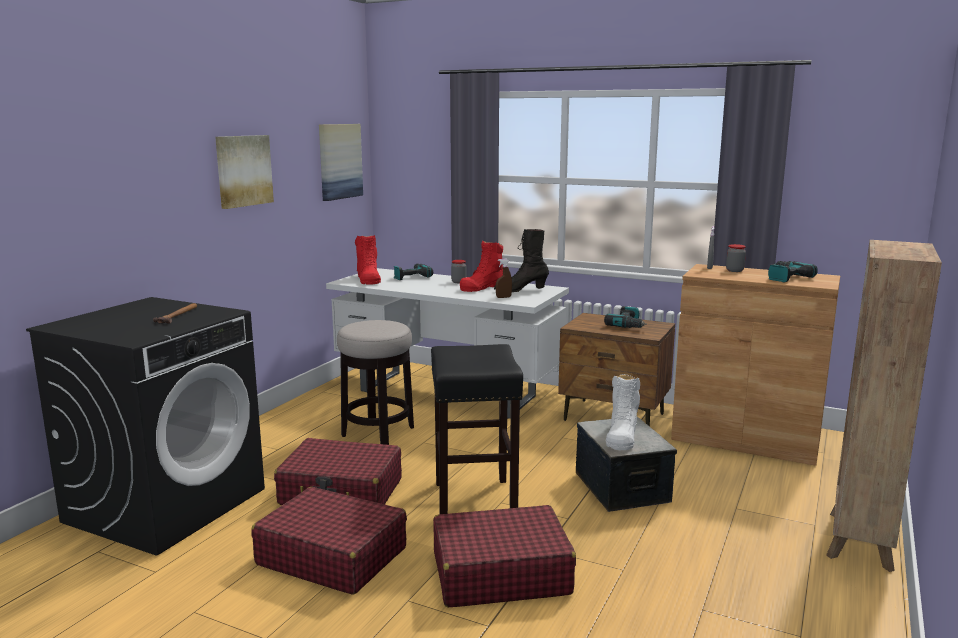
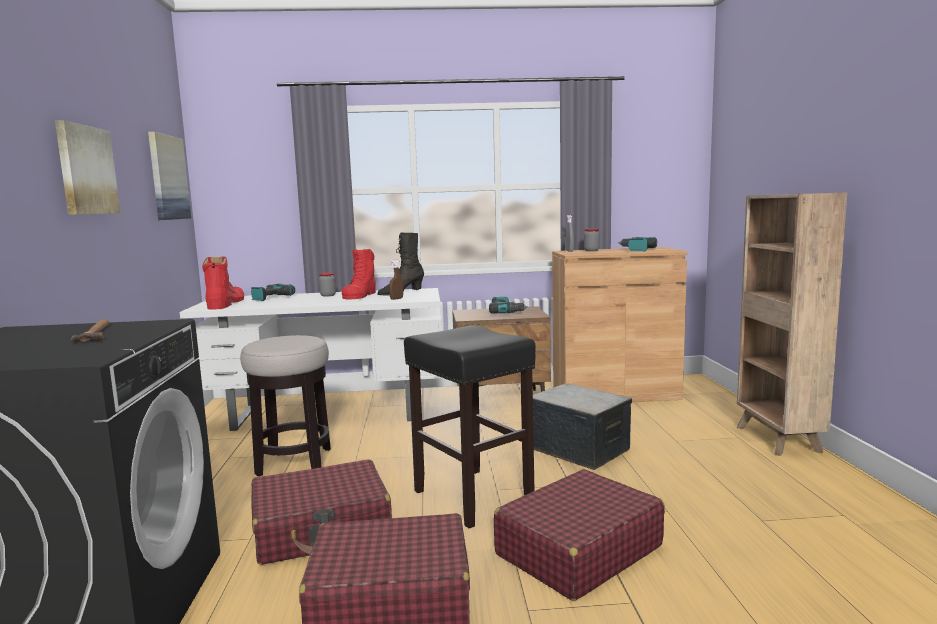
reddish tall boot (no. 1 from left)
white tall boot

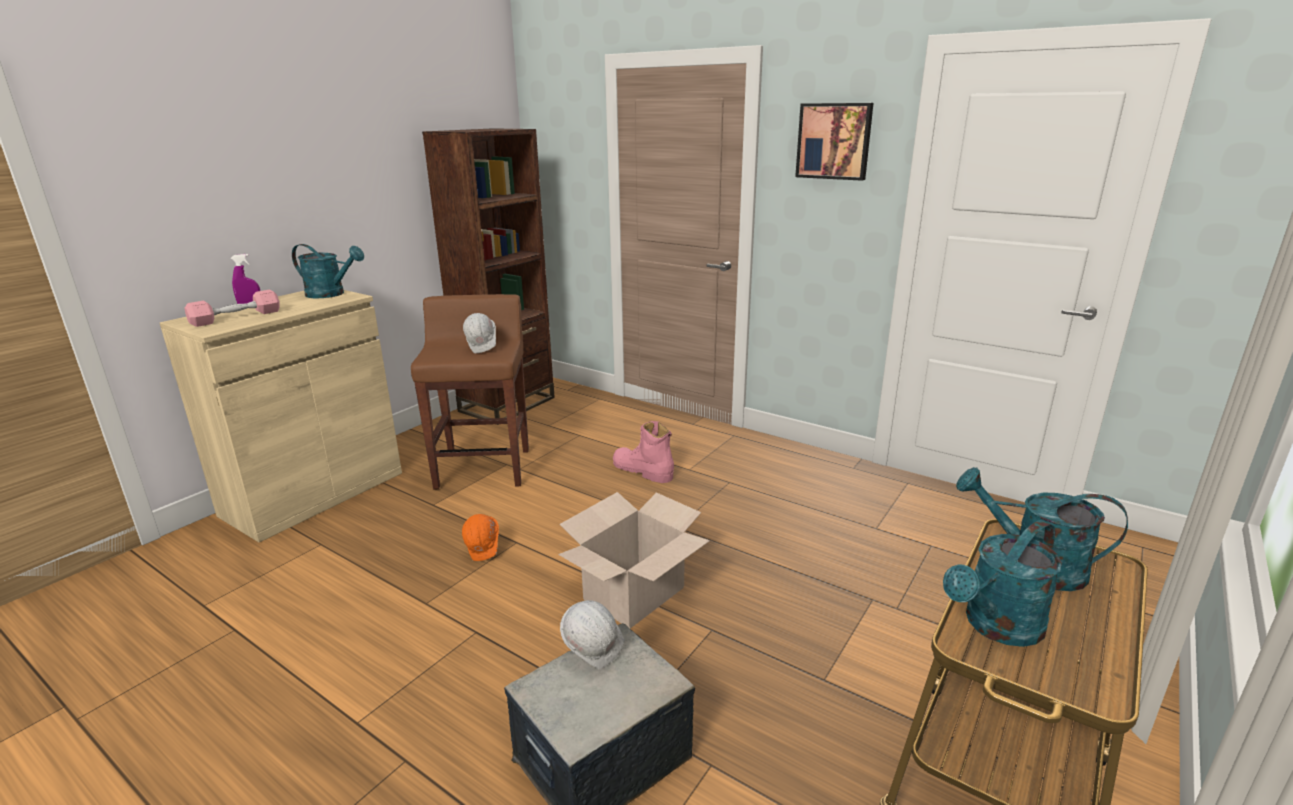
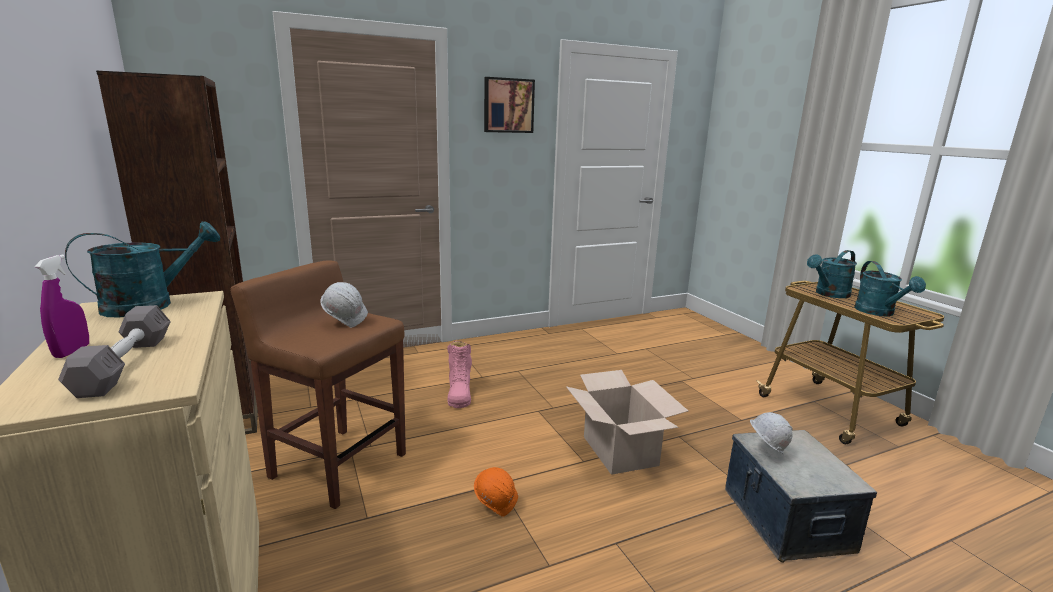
gray hand weight
pinkish tall boot

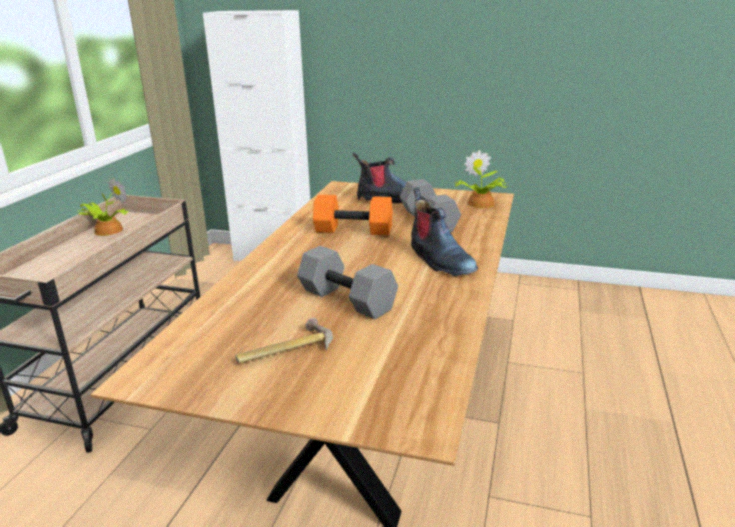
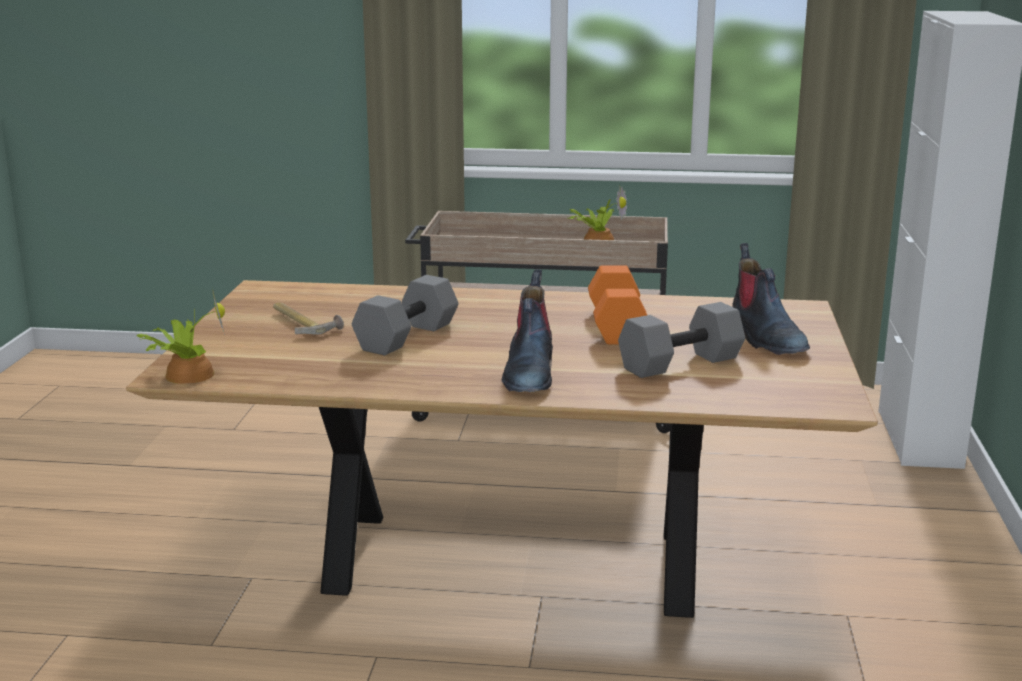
tall boot (no. 1 from left)
plant in a pot (no. 1 from left)

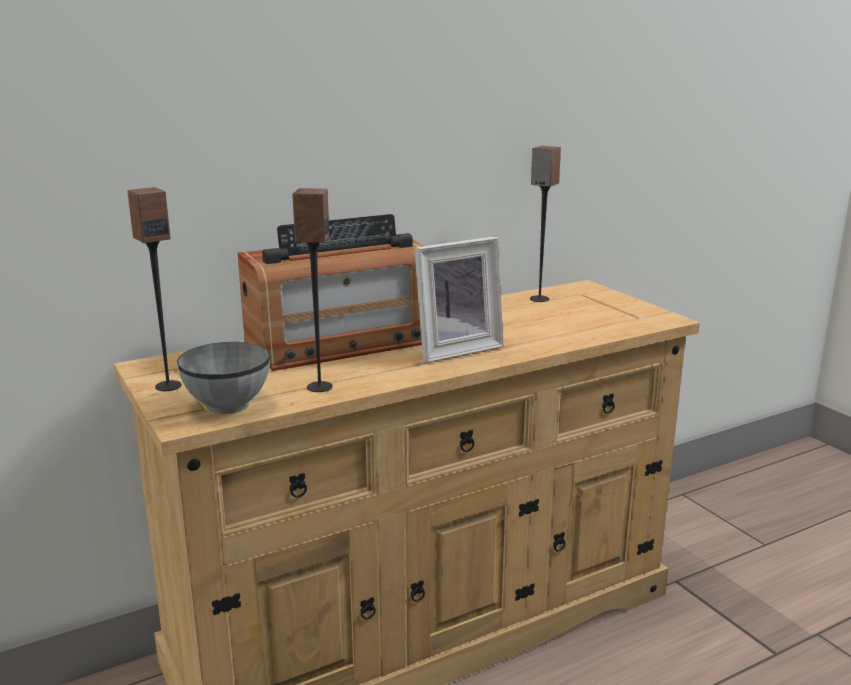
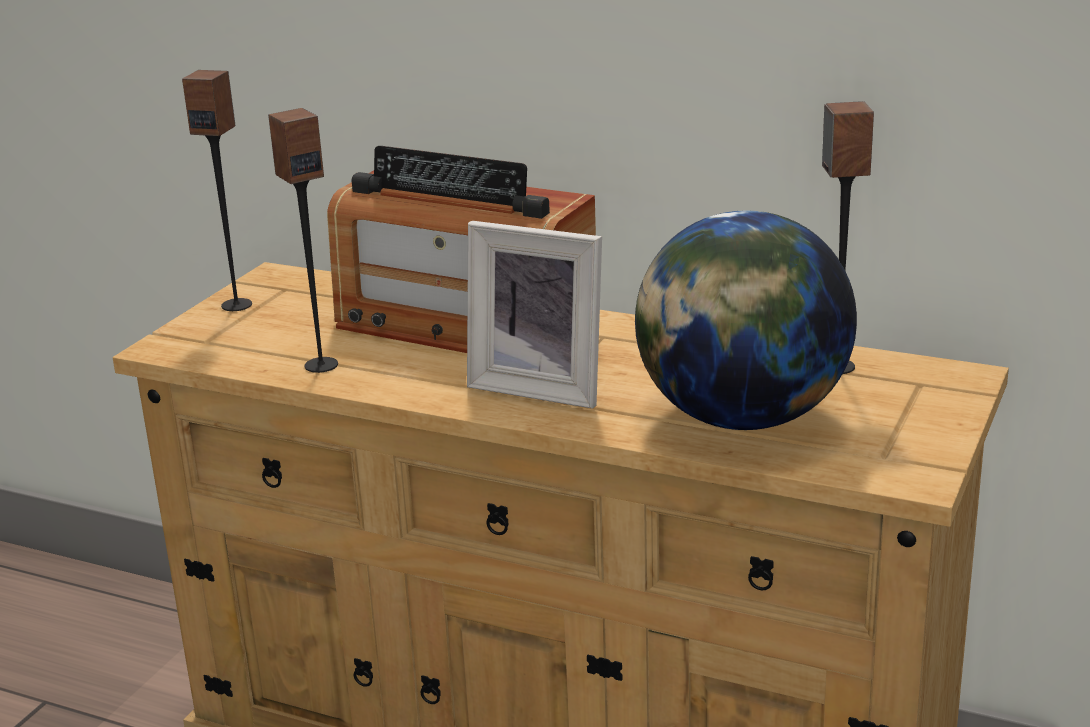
gray bowl
desk globe

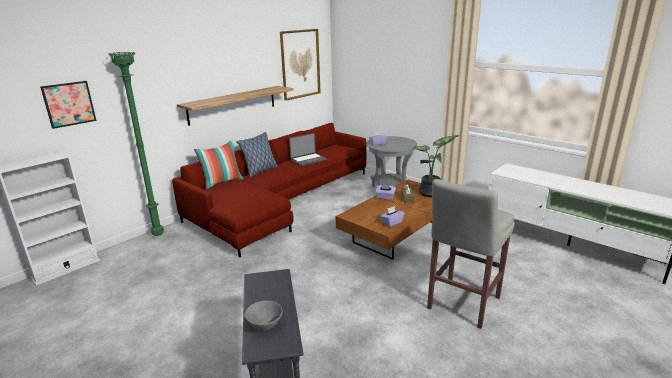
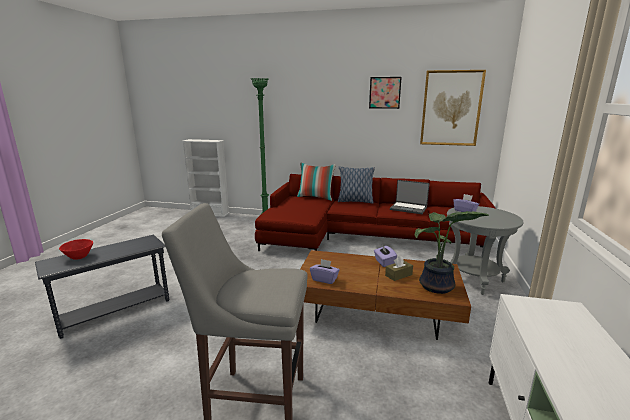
wall picture (no. 1 from left)
bracket shelf
reddish bowl

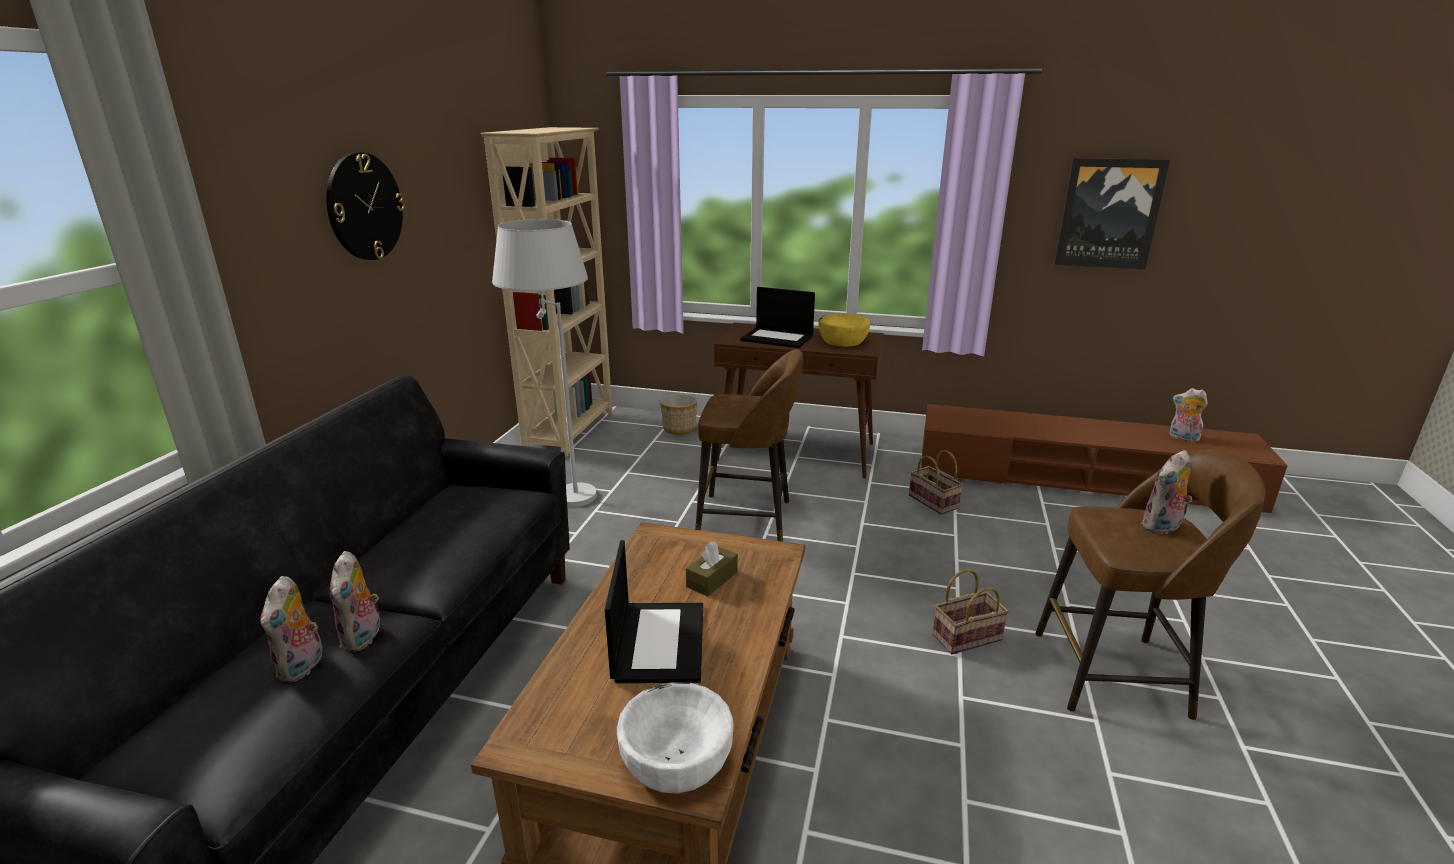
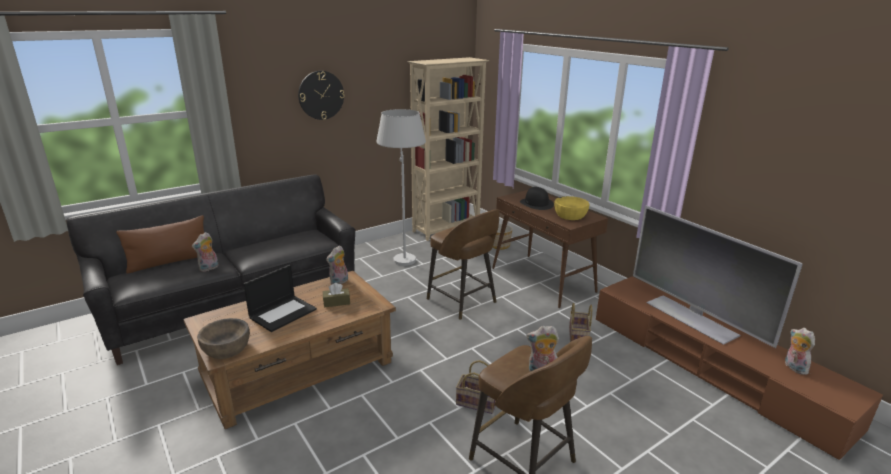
cuddly toy (no. 2 from left)
brownish bowl
black hat
wall picture
brownish throw pillow
television

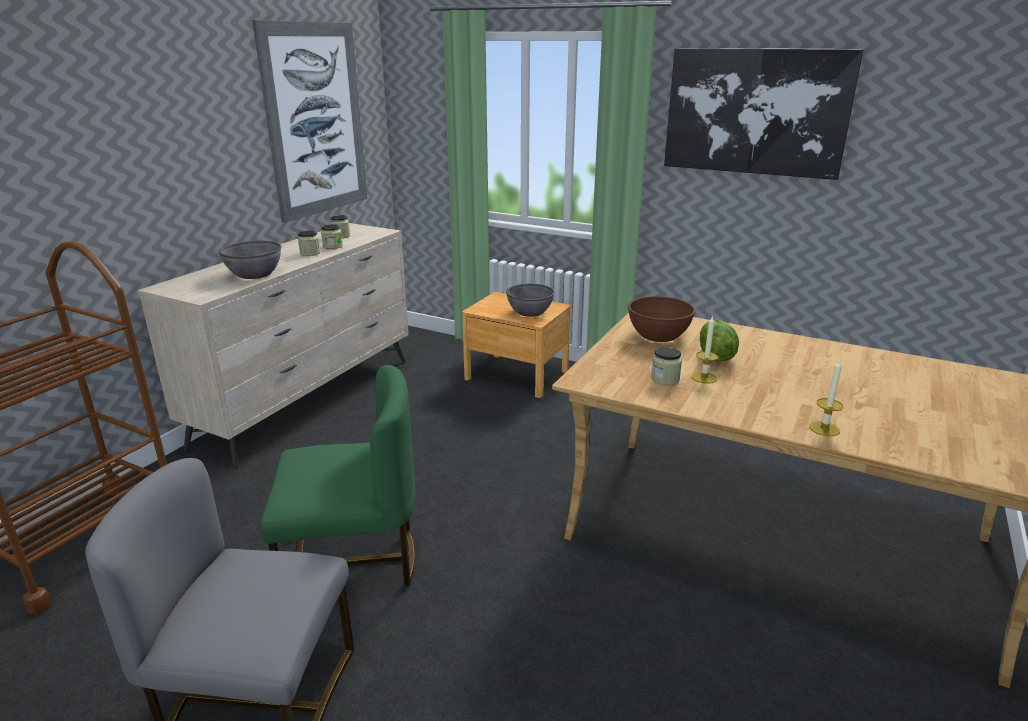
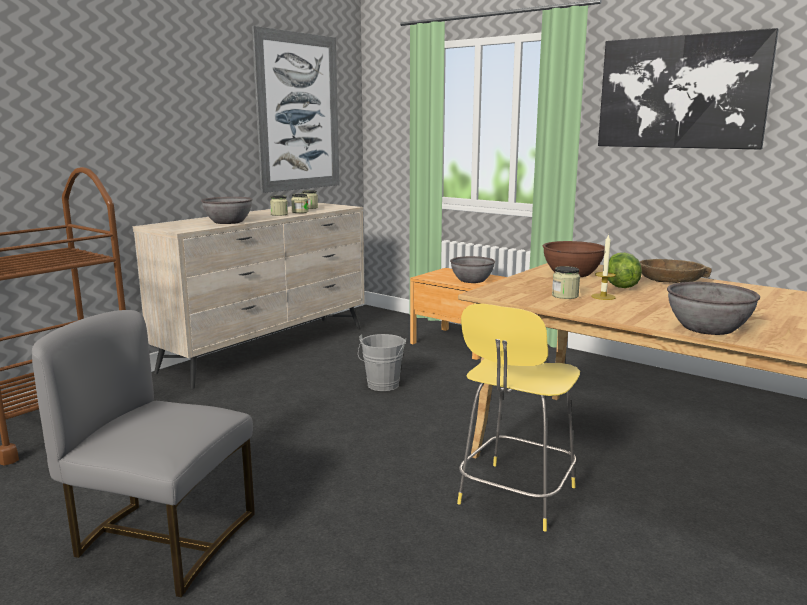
green chair
gray bowl (no. 3 from left)
gray water bucket
yellow stool
brownish bowl (no. 2 from left)

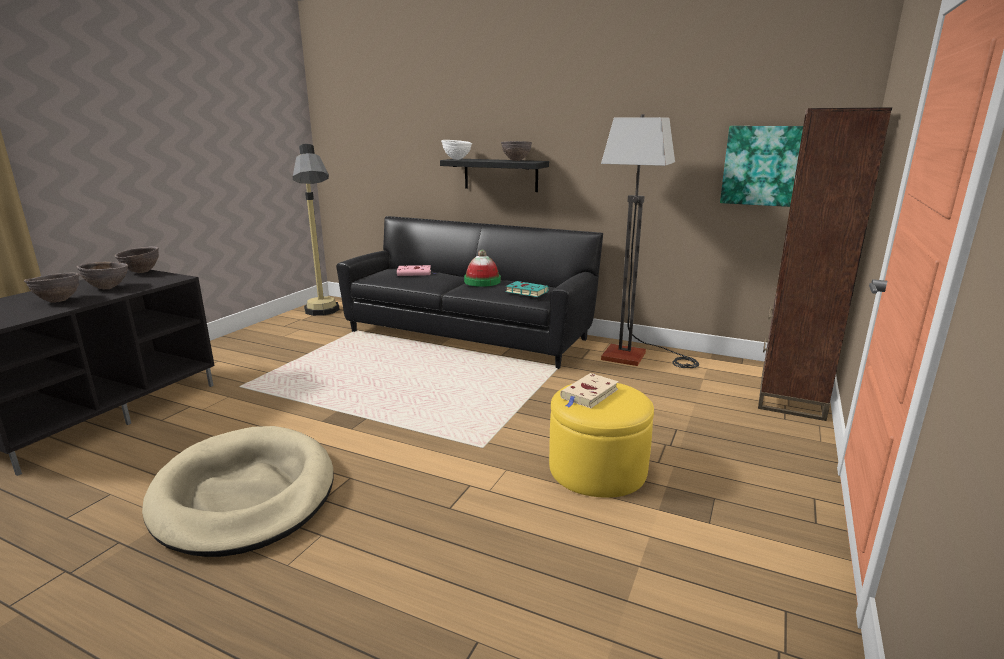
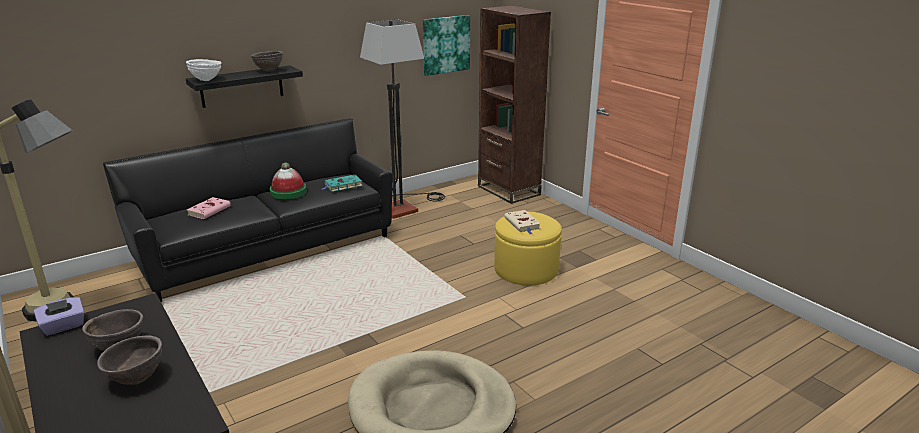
purple-coloured tissue holder

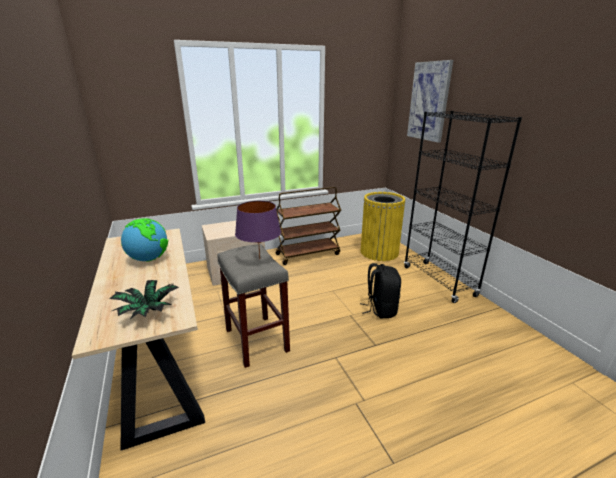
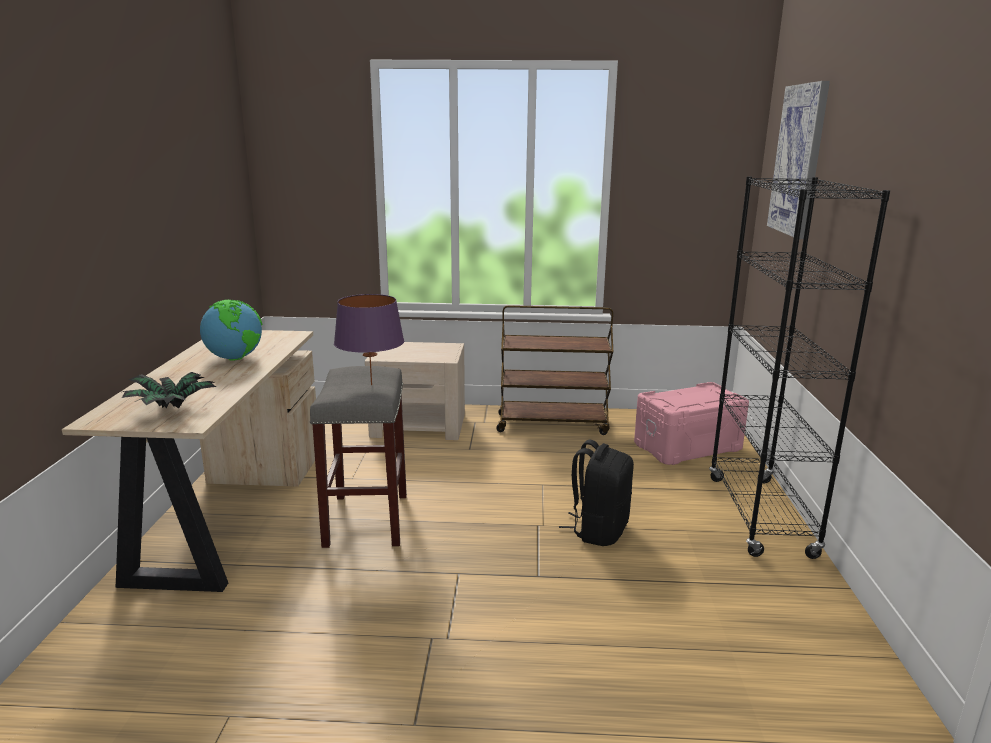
pinkish storage bin

